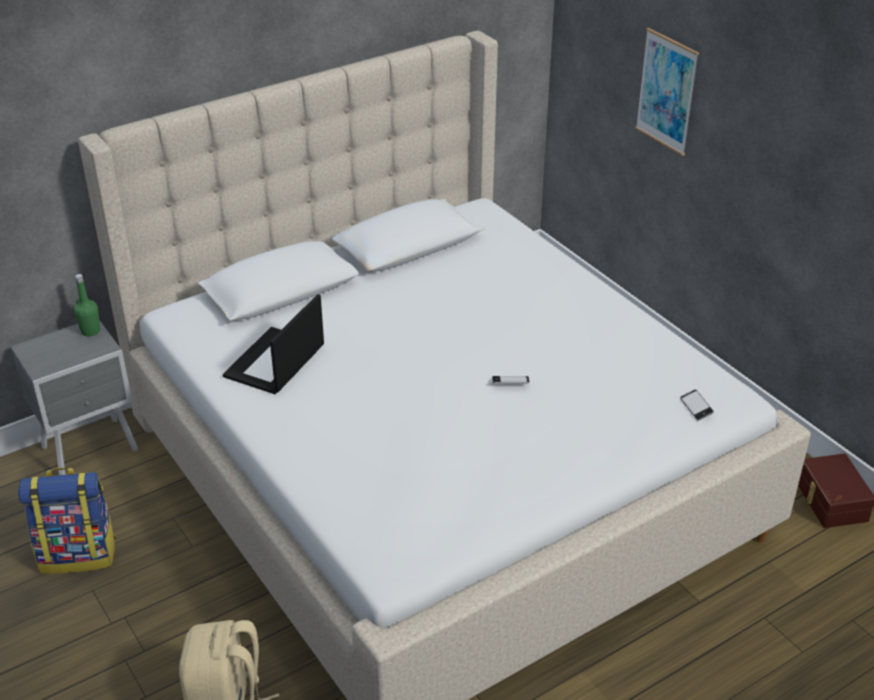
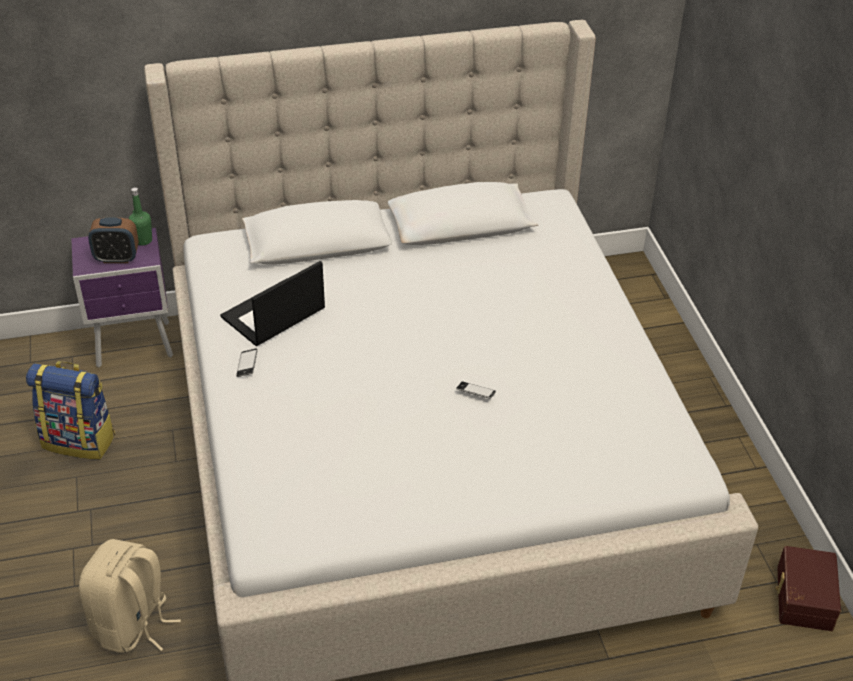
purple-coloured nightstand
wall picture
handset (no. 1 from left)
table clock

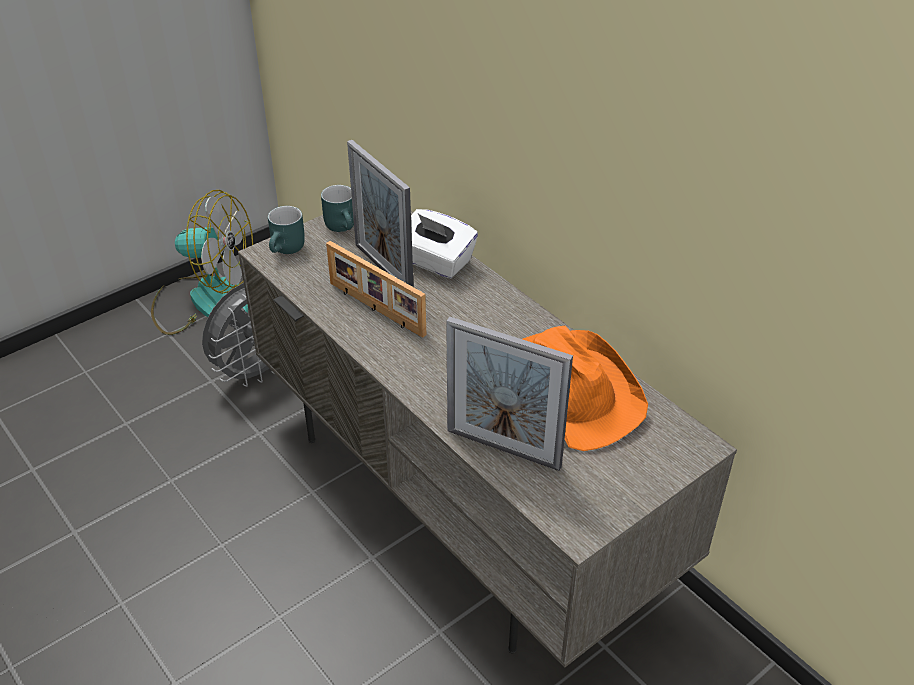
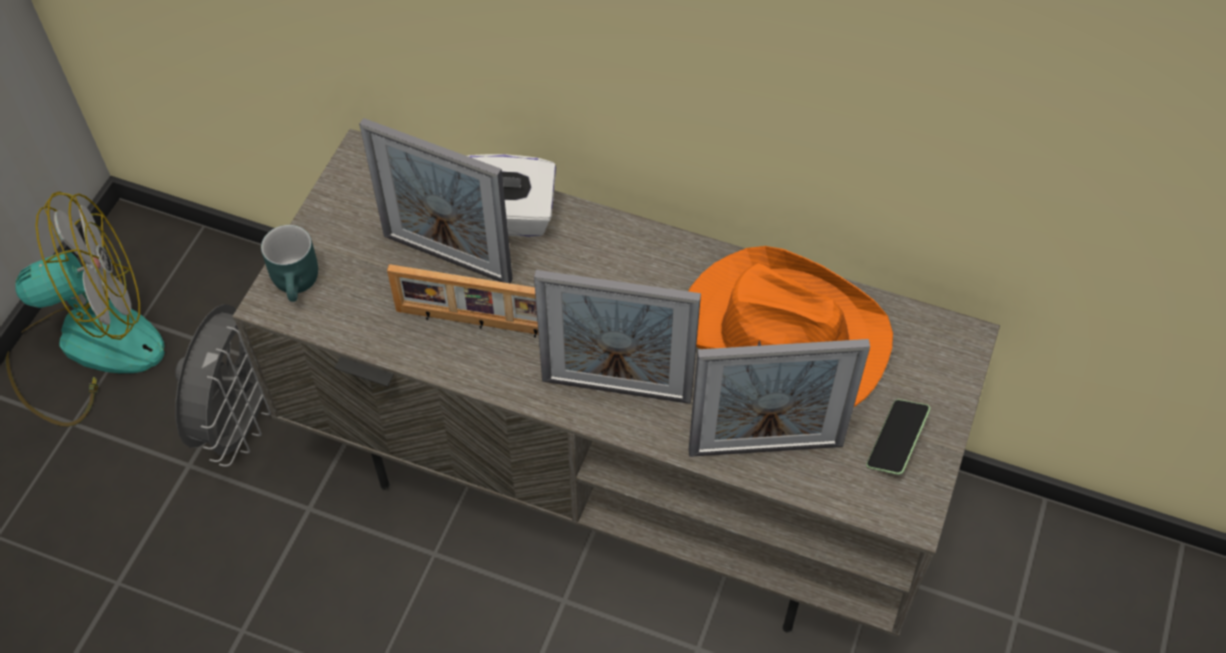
turquoise-coloured tea mug (no. 2 from left in the first image)
photo frame (no. 3 from left)
handset

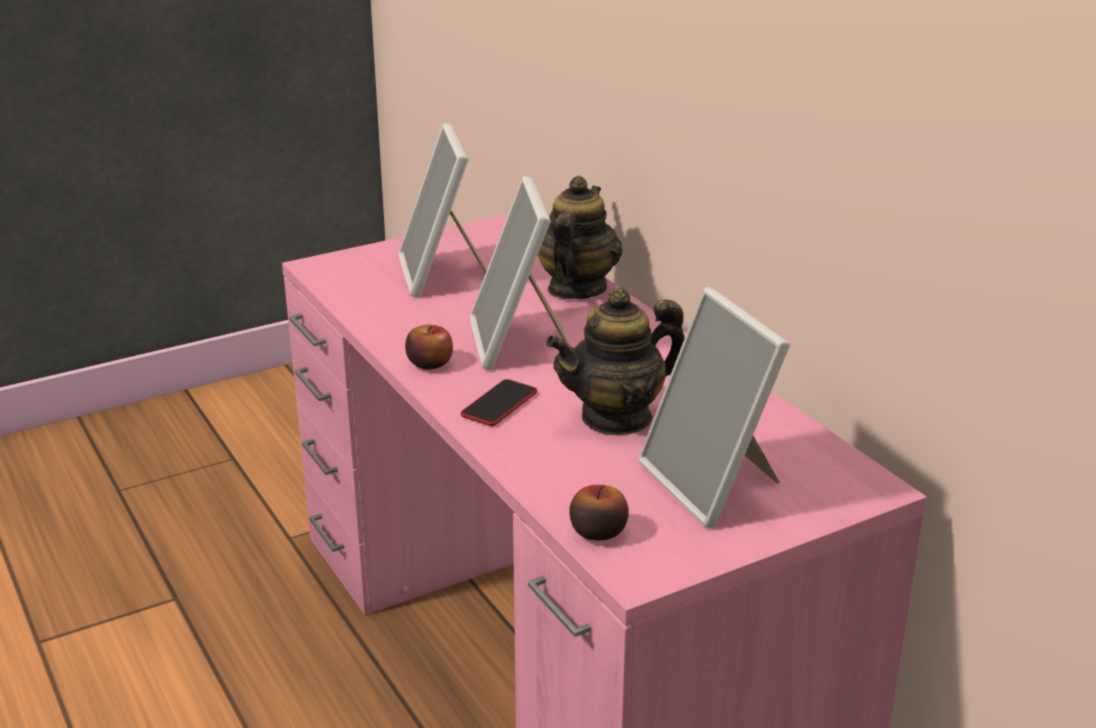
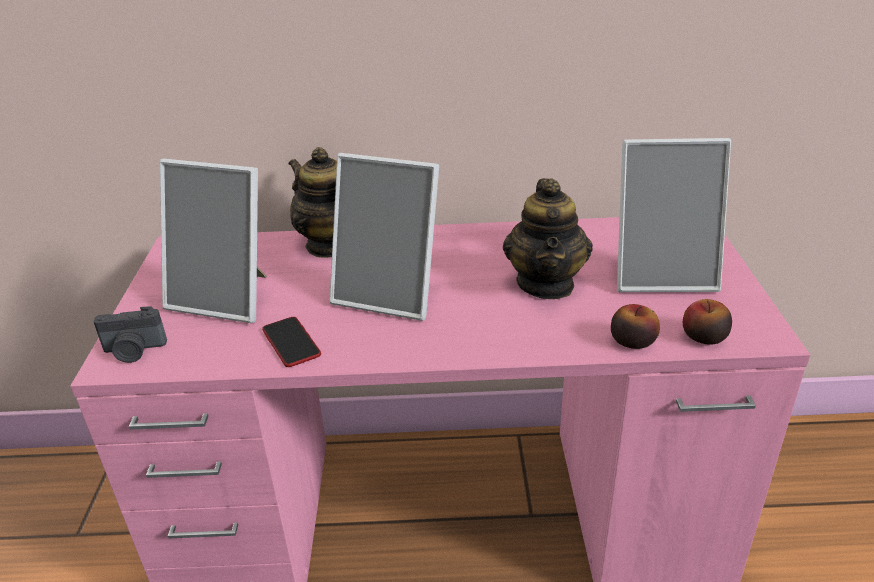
apple (no. 1 from left)
handset
still camera

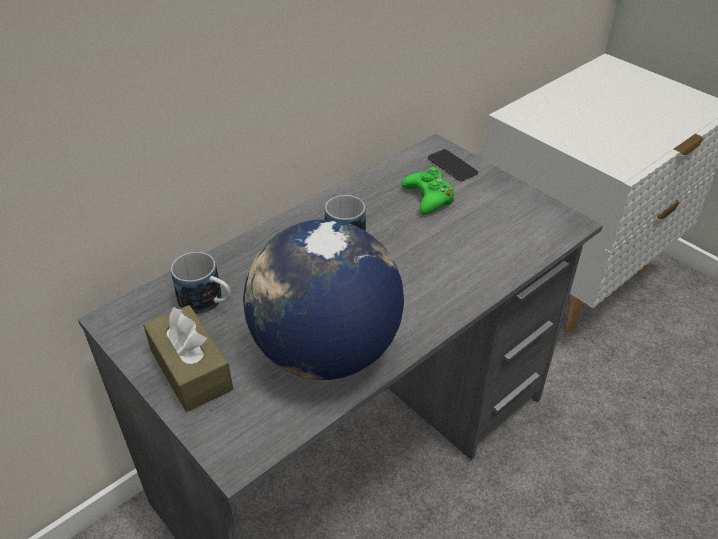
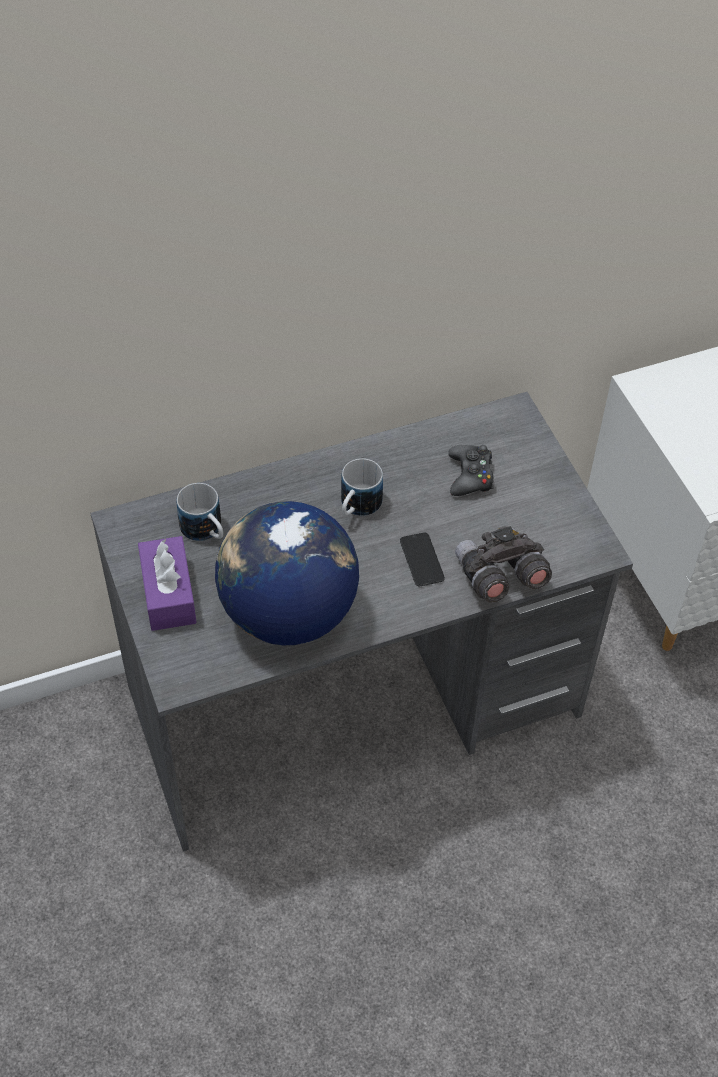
purple-coloured tissue holder
black gamepad
handset
gray binoculars

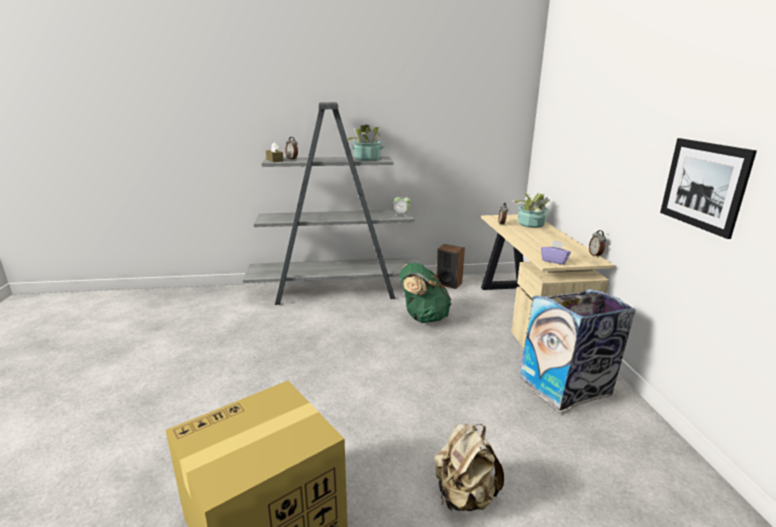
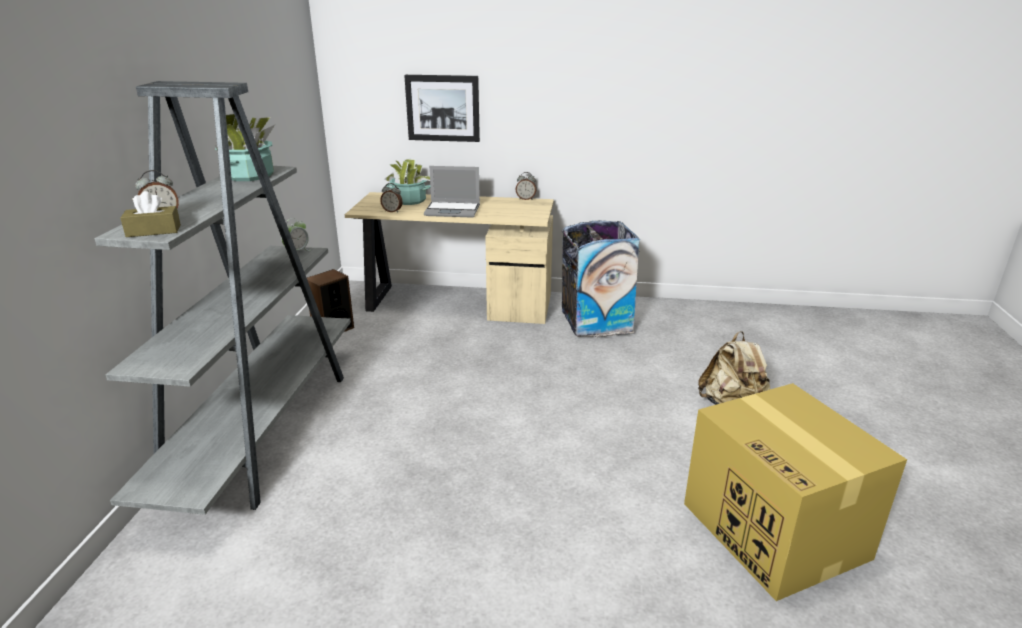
green rucksack
purple-coloured tissue holder
wall picture
laptop

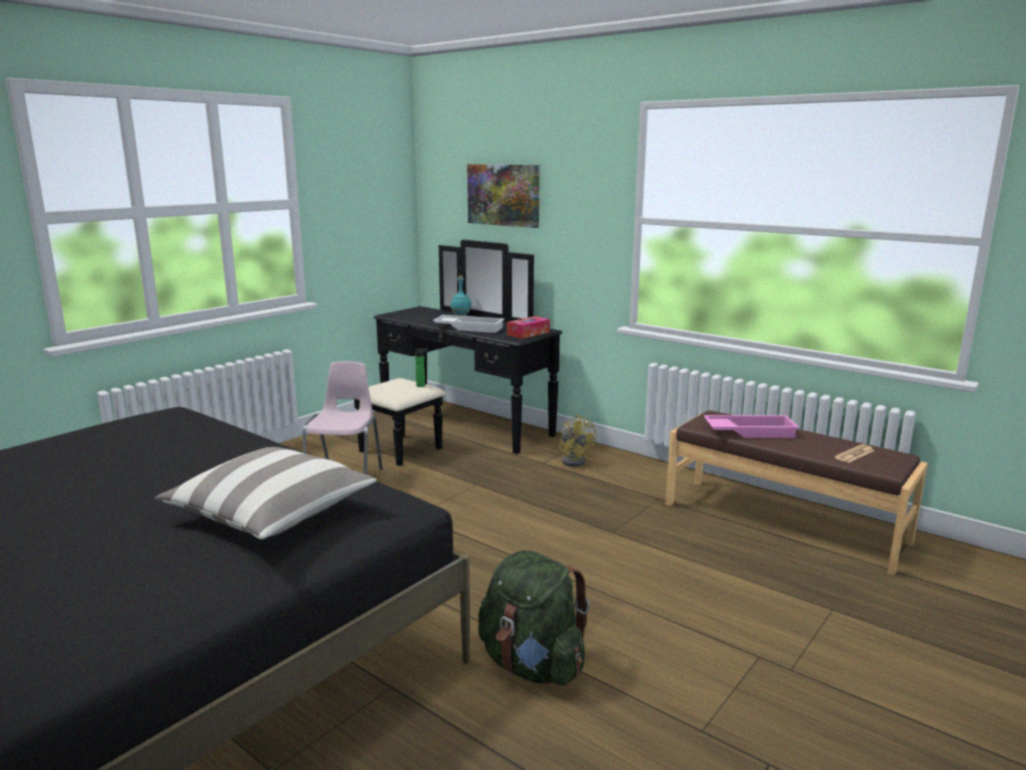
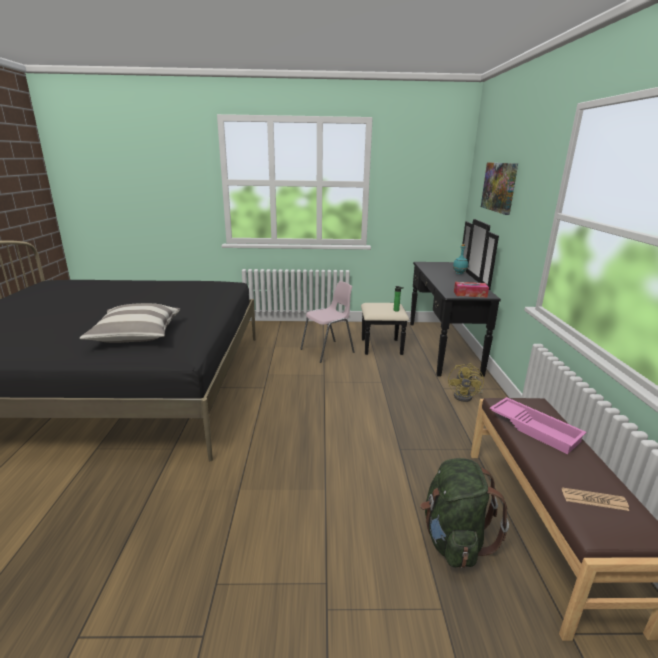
white tray
green rucksack

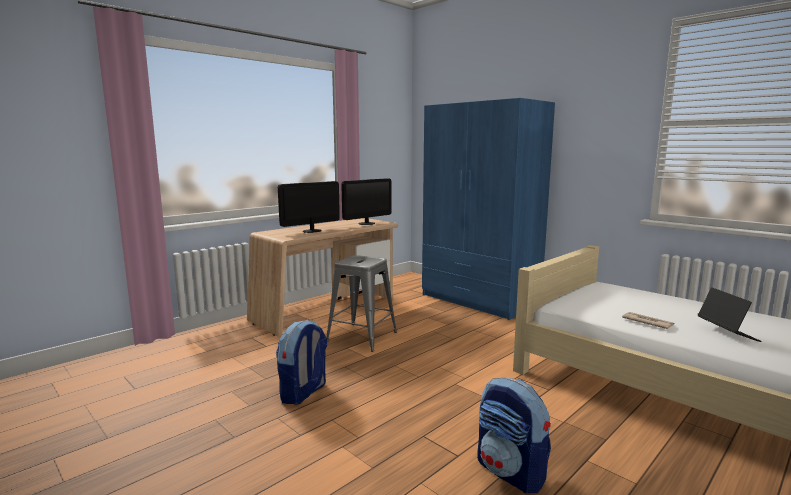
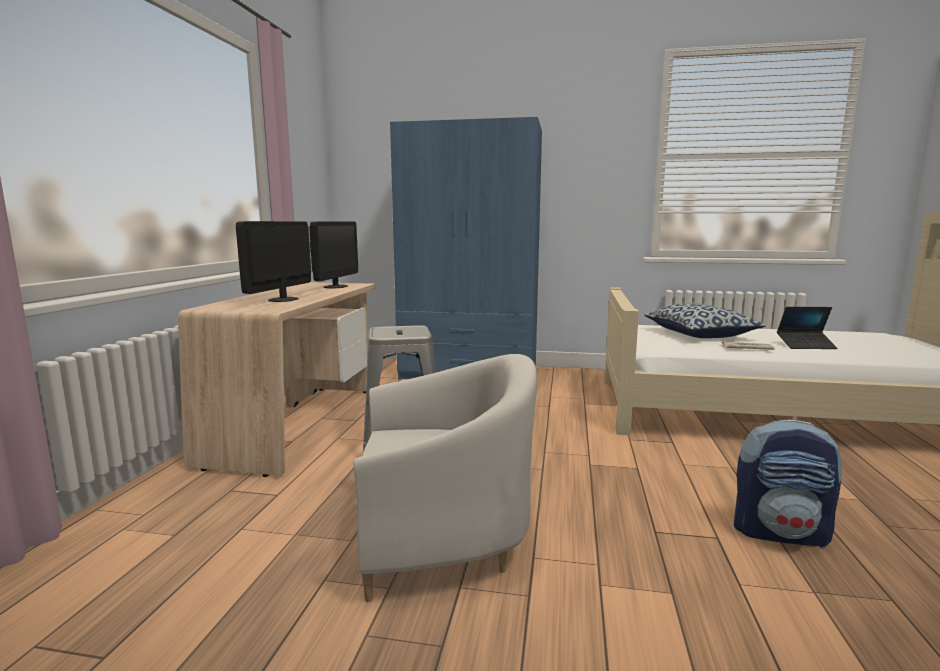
white easy chair
laptop
throw pillow

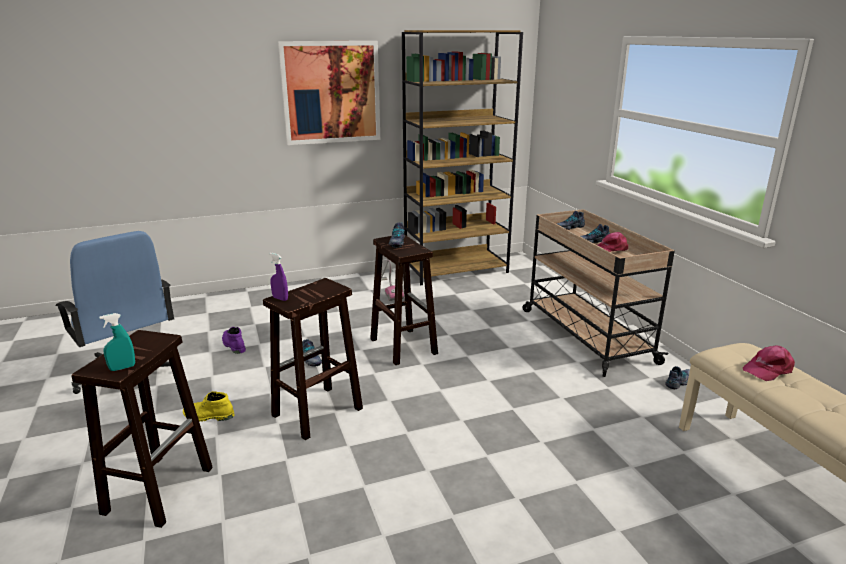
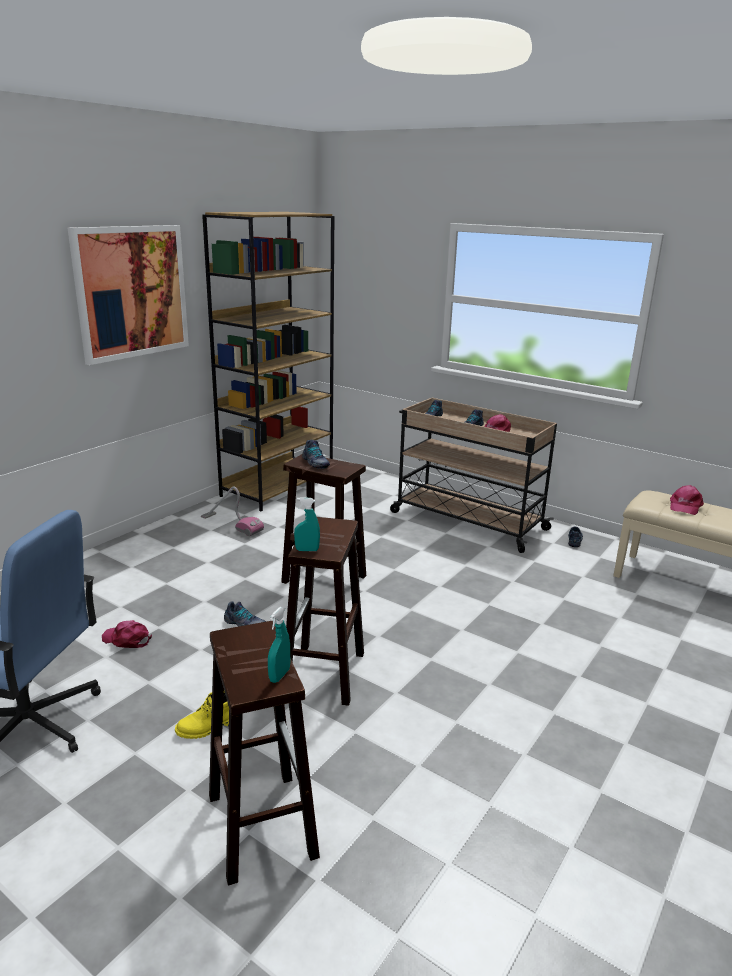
pinkish cap (no. 1 from left)
turquoise-coloured spray bottle (no. 2 from left)

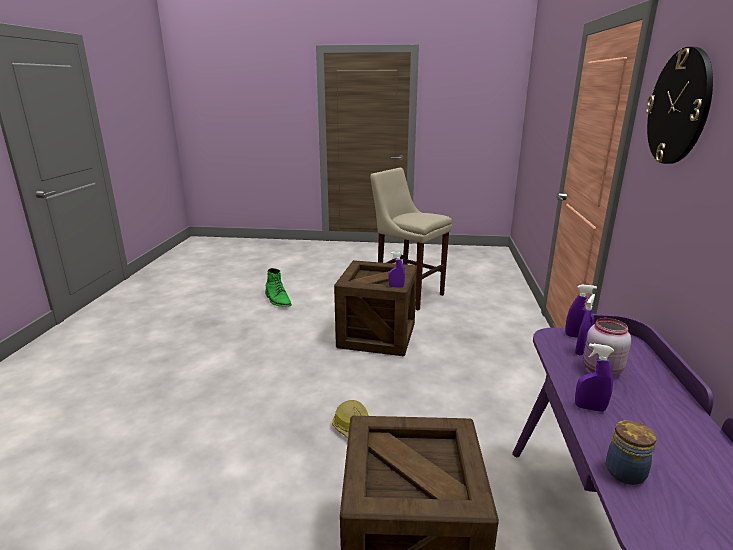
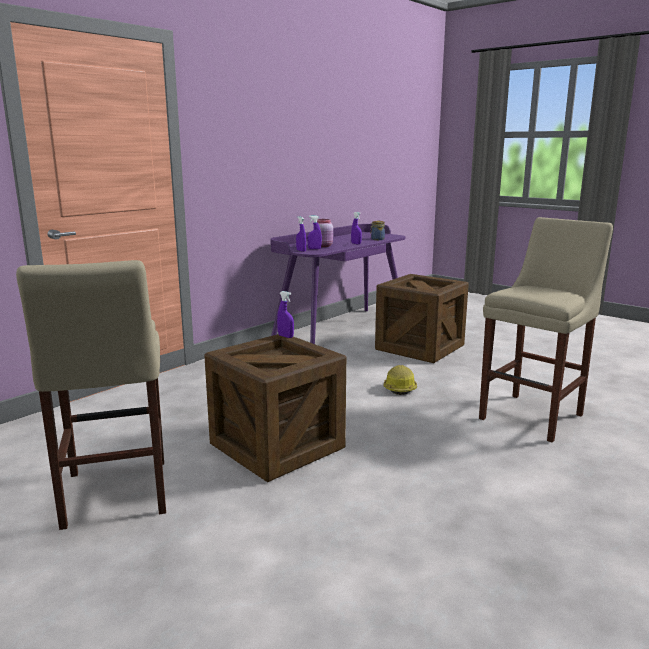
green tall boot
hanging clock
beige-coloured stool (no. 2 from left)

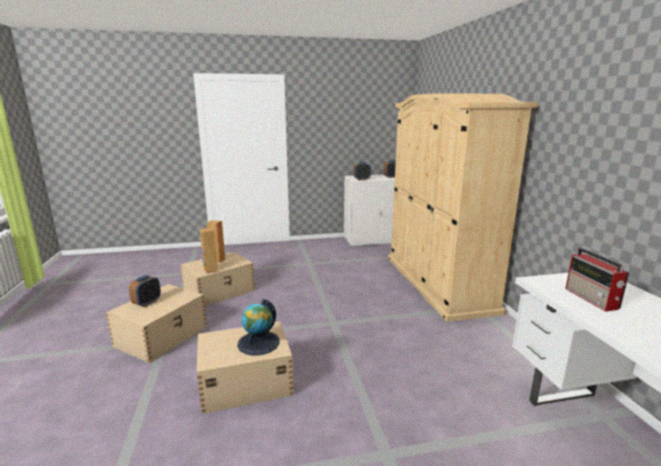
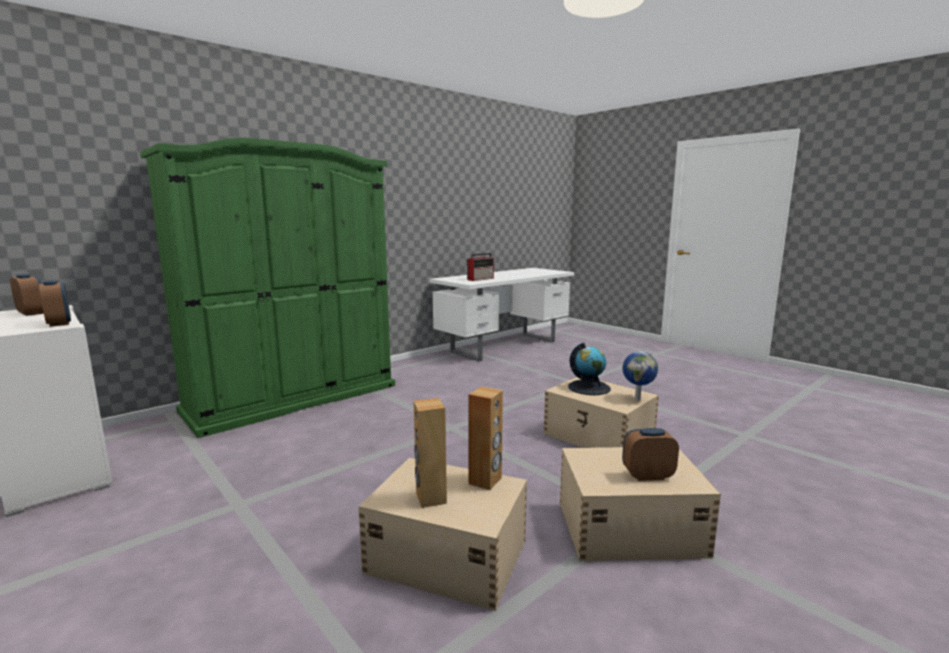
green wardrobe
desk globe (no. 2 from left)

